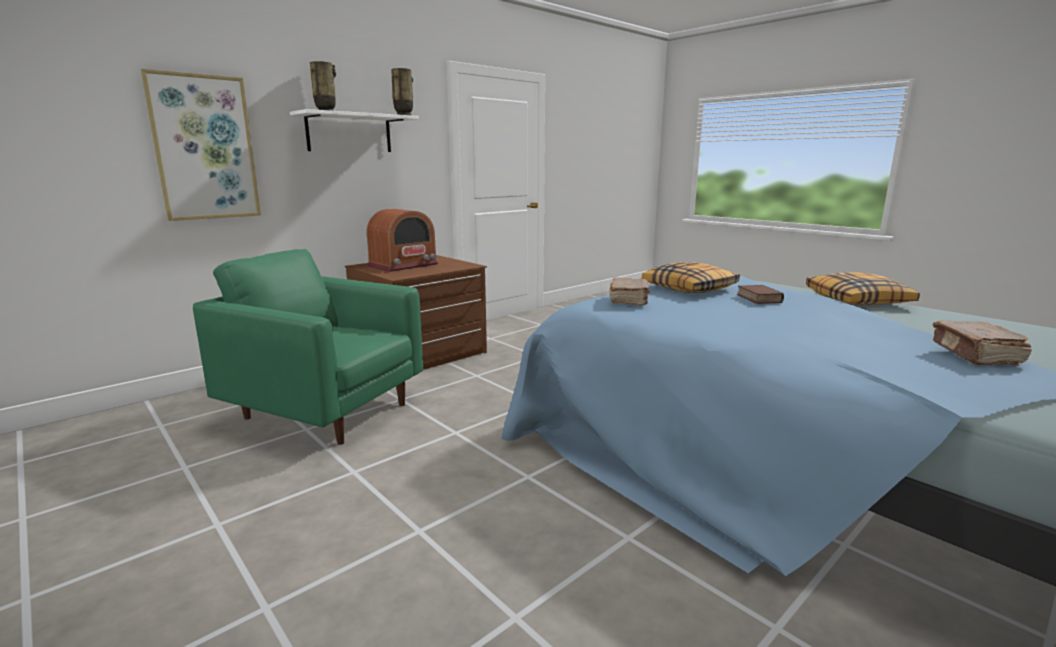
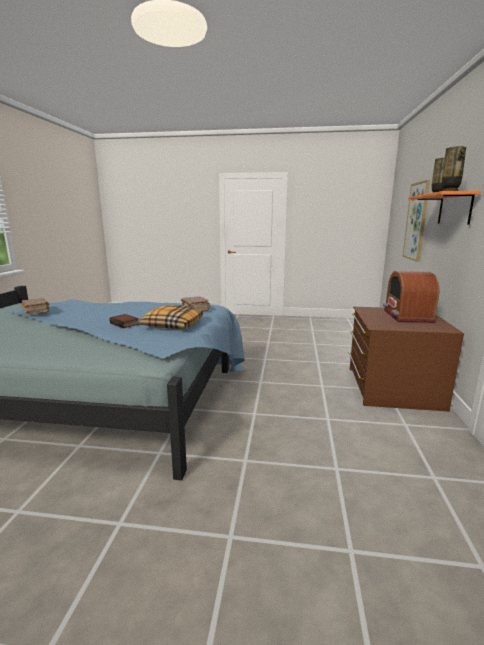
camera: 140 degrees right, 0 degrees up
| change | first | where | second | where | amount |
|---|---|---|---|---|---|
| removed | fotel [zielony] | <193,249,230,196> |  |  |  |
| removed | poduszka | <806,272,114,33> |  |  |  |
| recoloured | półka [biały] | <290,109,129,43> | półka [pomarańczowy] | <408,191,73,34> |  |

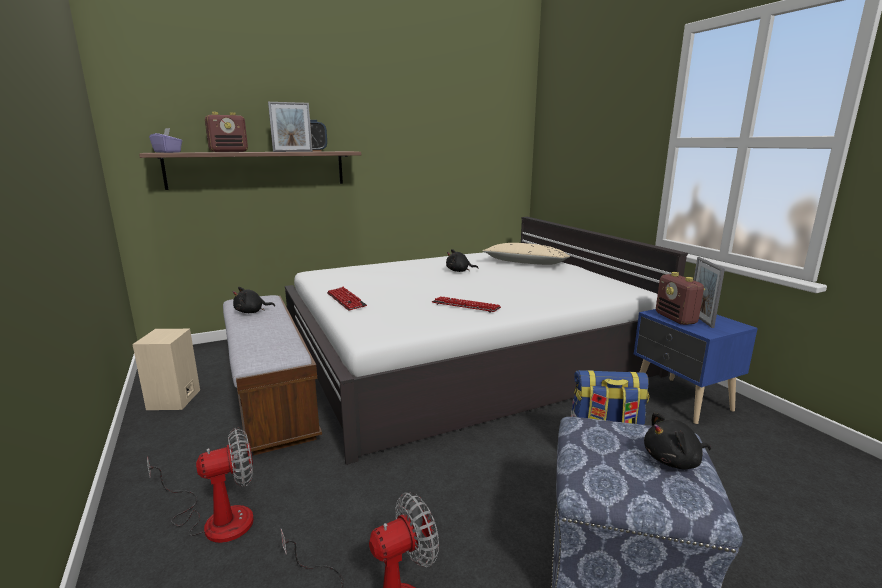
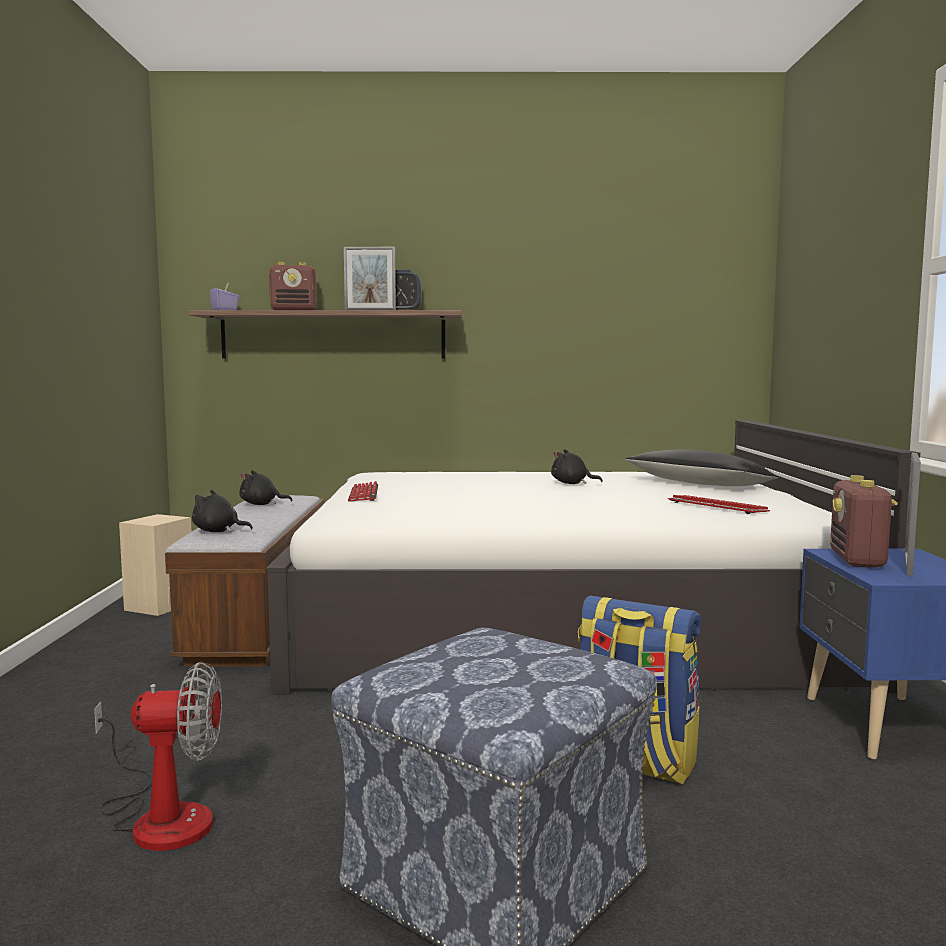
camera: 25 degrees right, 10 degrees down
| change | first | where | second | where | amount |
|---|---|---|---|---|---|
| removed | wentylator | <147,428,107,115> |  |  |  |
| moved | klawiatura | <432,296,69,17> |  | <668,495,102,19> |  |
| moved | pluszak [czarny] | <644,412,67,57> |  | <192,490,61,42> |  |
| recoloured | poduszka [beżowy] | <482,243,88,22> | poduszka [czarny] | <625,449,154,37> |  |

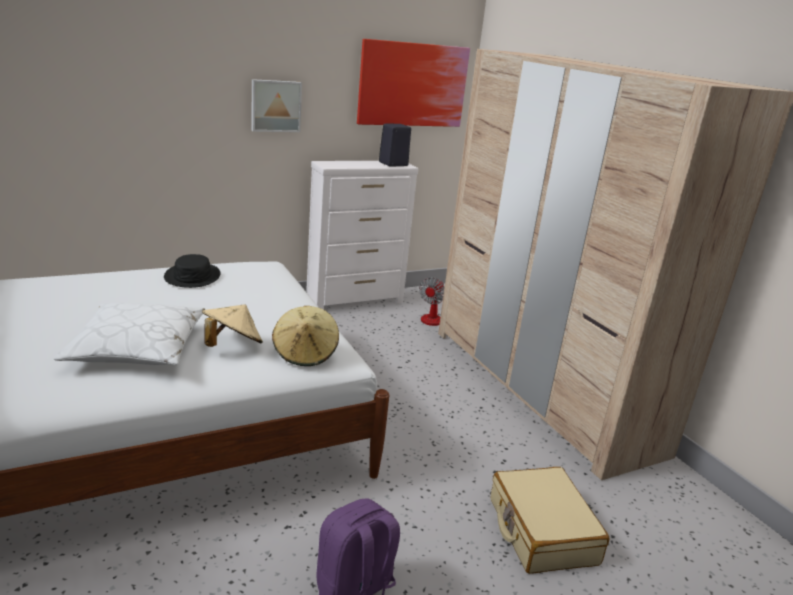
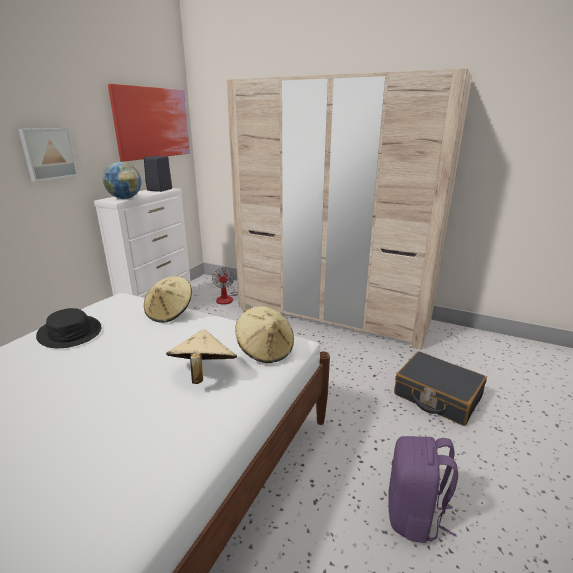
camera: 35 degrees left, 0 degrees up
| change | first | where | second | where | amount |
|---|---|---|---|---|---|
| removed | poduszka [biały] | <53,303,152,62> |  |  |  |
| added |  |  | globus | <102,162,40,37> |  |
| added |  |  | kapelusz [beżowy] | <144,276,48,47> |  |
| recoloured | walizka [beżowy] | <490,467,119,107> | walizka [czarny] | <394,351,93,75> |  |

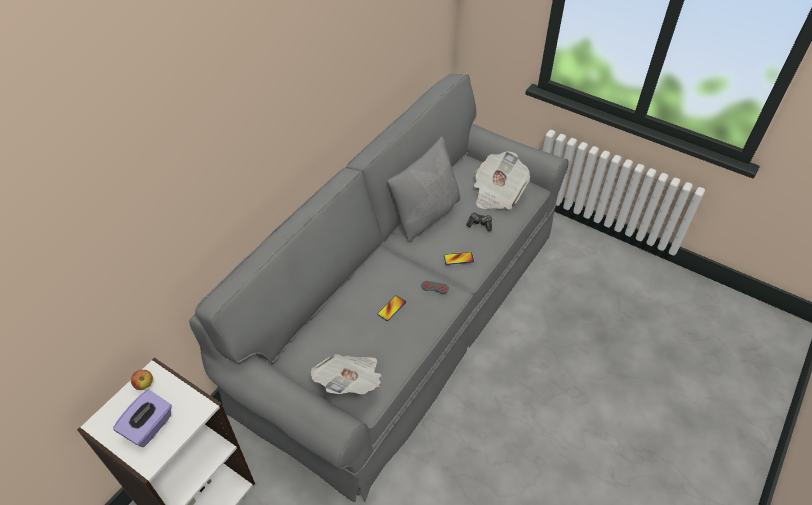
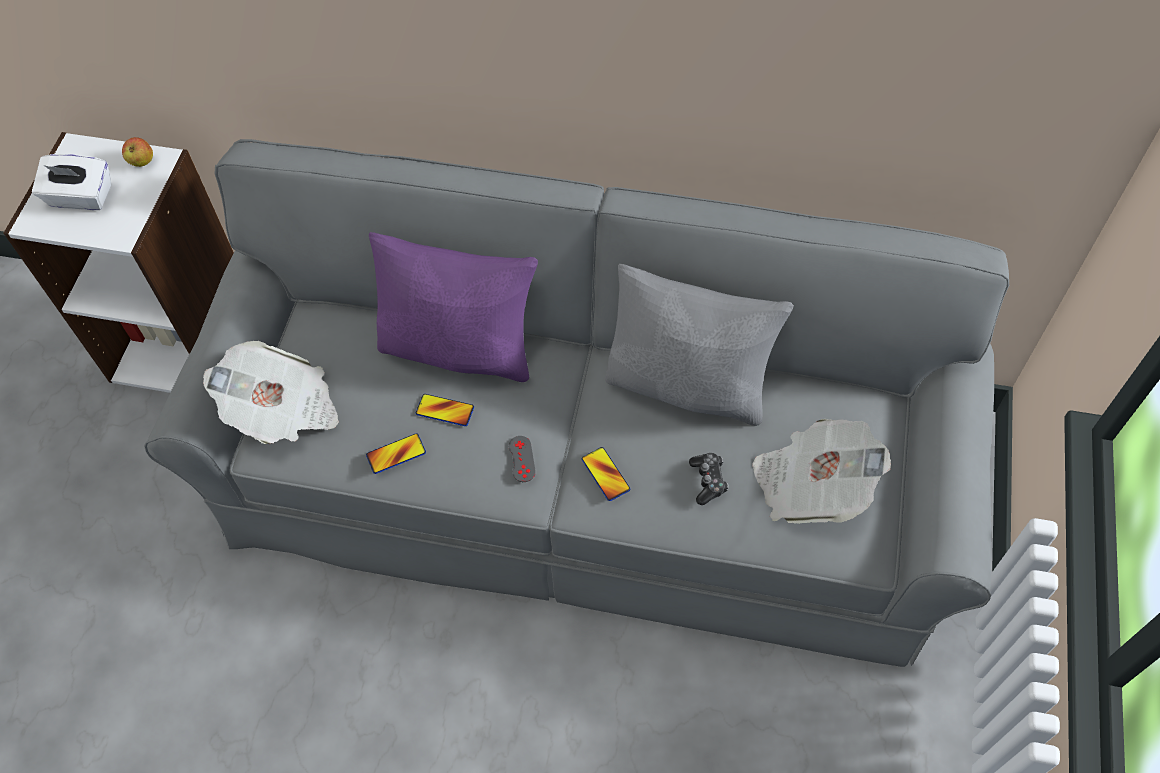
camera: 70 degrees right, 10 degrees up
| change | first | where | second | where | amount |
|---|---|---|---|---|---|
| added |  |  | telefon | <366,433,60,41> |  |
| added |  |  | poduszka [fioletowy] | <369,232,169,150> |  |
| recoloured | pudełko chusteczek [fioletowy] | <113,389,59,58> | pudełko chusteczek [biały] | <32,154,79,56> |  |

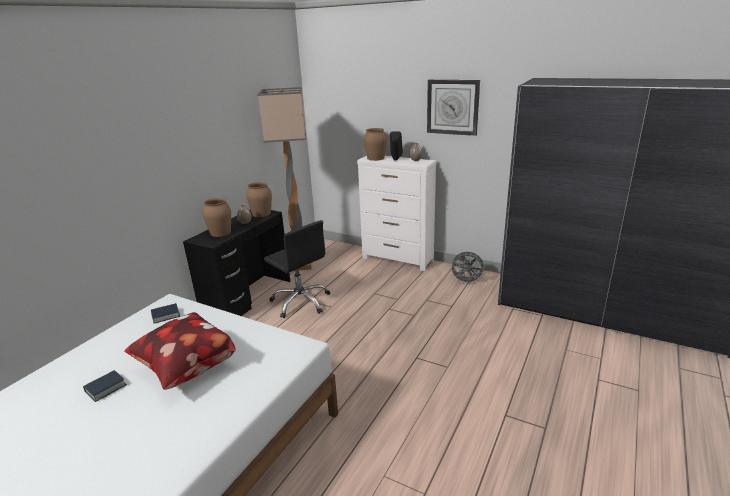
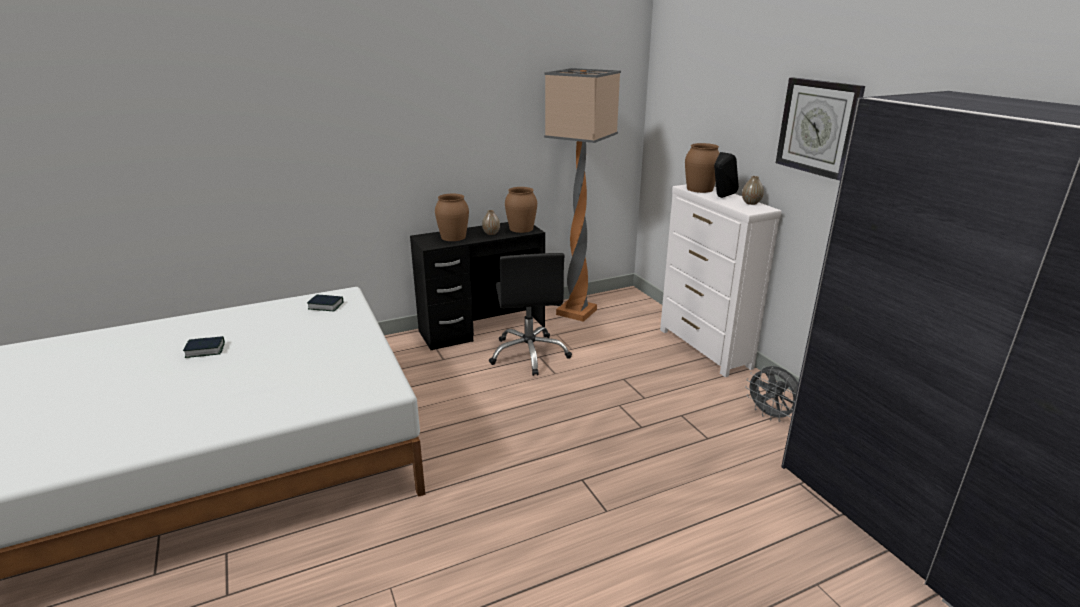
camera: 35 degrees right, 0 degrees up
| change | first | where | second | where | amount |
|---|---|---|---|---|---|
| removed | poduszka | <124,312,112,78> |  |  |  |

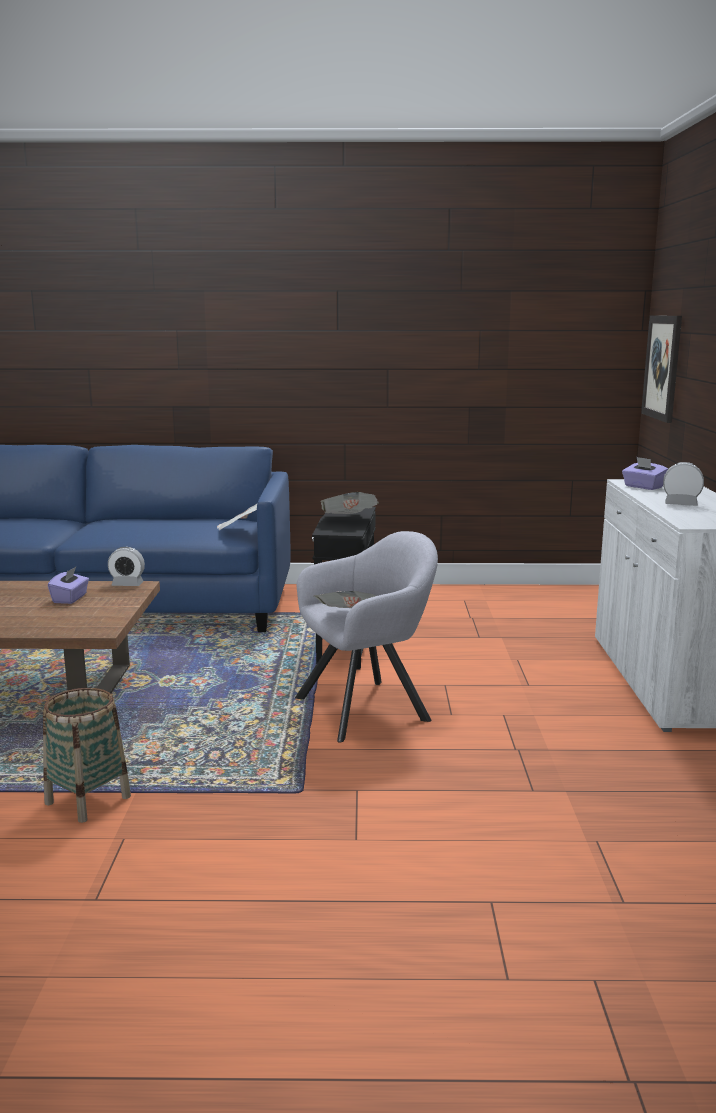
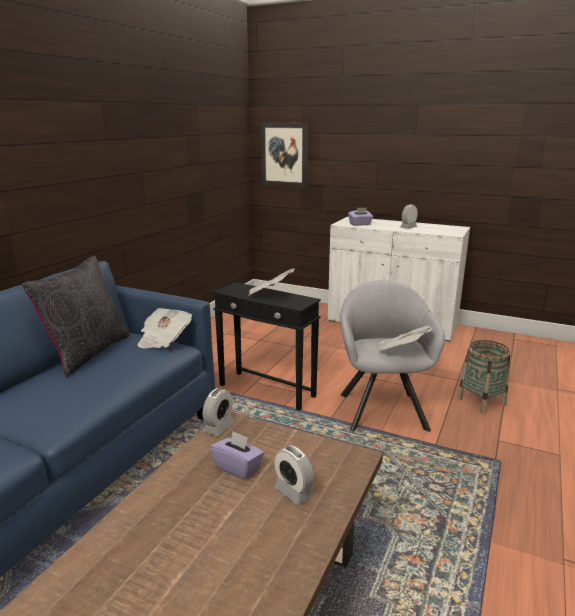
camera: 65 degrees left, 5 degrees up
| change | first | where | second | where | amount |
|---|---|---|---|---|---|
| added |  |  | poduszka [czarny] | <22,256,108,121> |  |
| added |  |  | budzik | <274,446,40,59> |  |
| moved | koszyk | <43,688,88,135> |  | <457,340,53,74> |  |

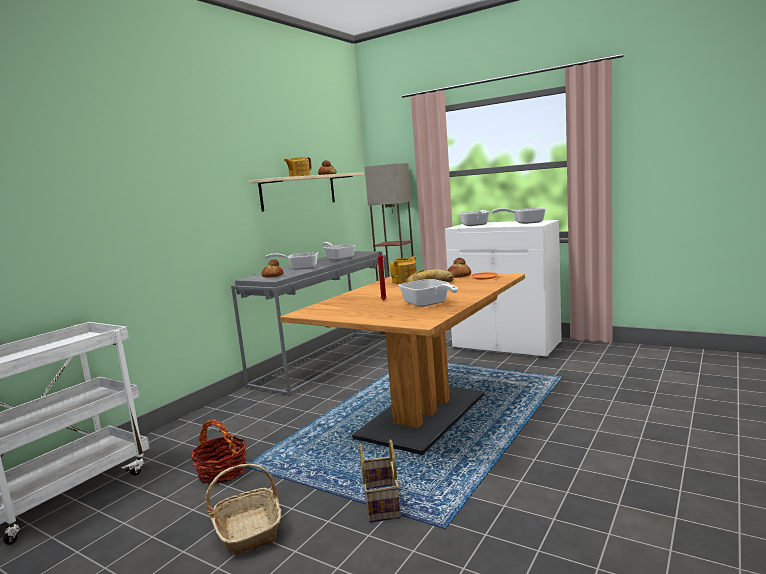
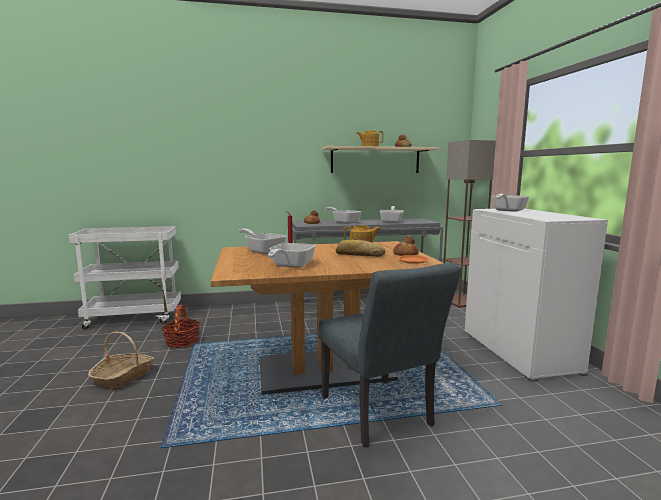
camera: 45 degrees right, 0 degrees up
| change | first | where | second | where | amount |
|---|---|---|---|---|---|
| removed | koszyk | <359,439,42,84> |  |  |  |
| added |  |  | krzesło [szary] | <319,262,142,185> |  |
| moved | patelnia | <492,208,54,16> |  | <238,229,49,25> |  |

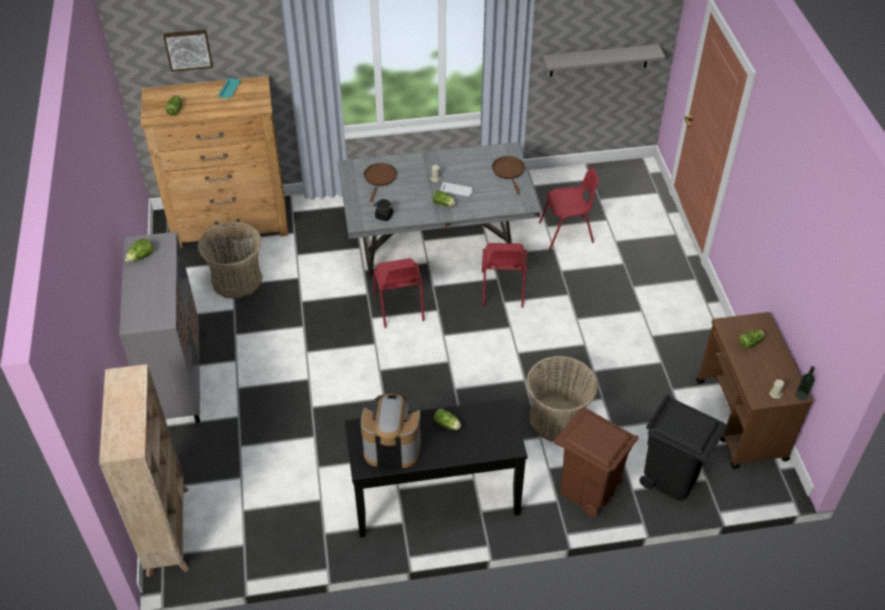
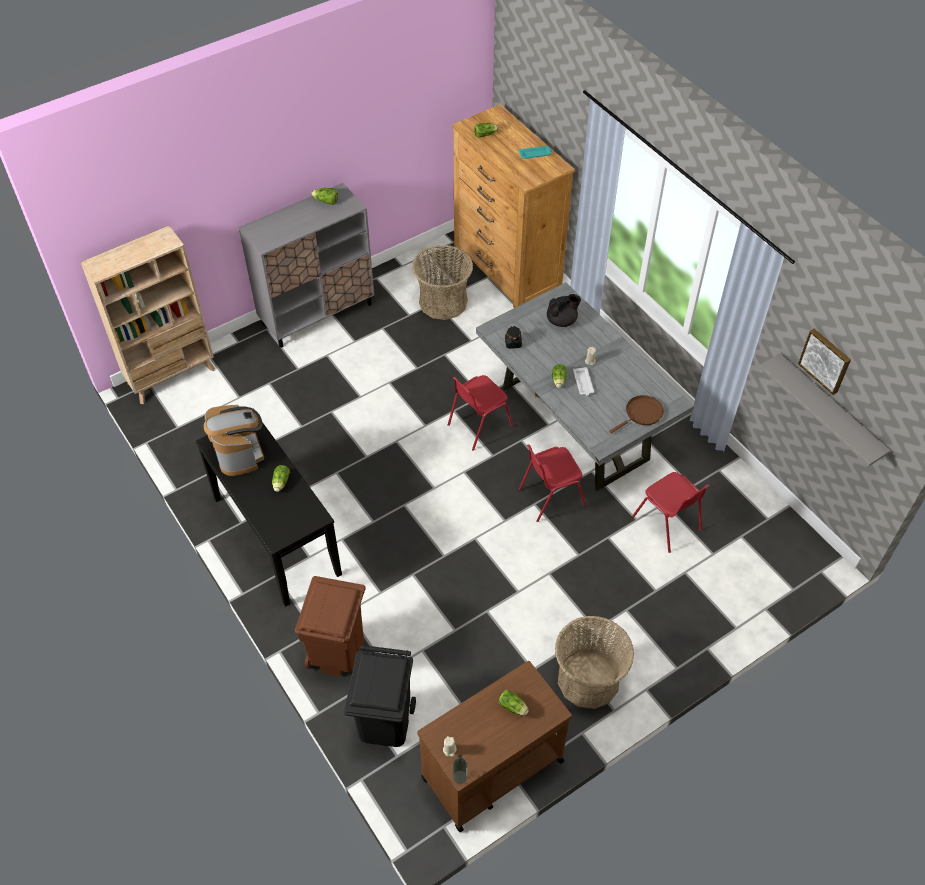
camera: 65 degrees right, 5 degrees up
| change | first | where | second | where | amount |
|---|---|---|---|---|---|
| moved | obraz | <163,30,50,42> |  | <798,329,53,66> |  |
| moved | koszyk | <526,356,72,85> |  | <555,616,79,93> |  |
| replaced | patelnia [brązowy] | <364,163,33,39> | imbryk [czarny] | <547,294,34,33> |  |

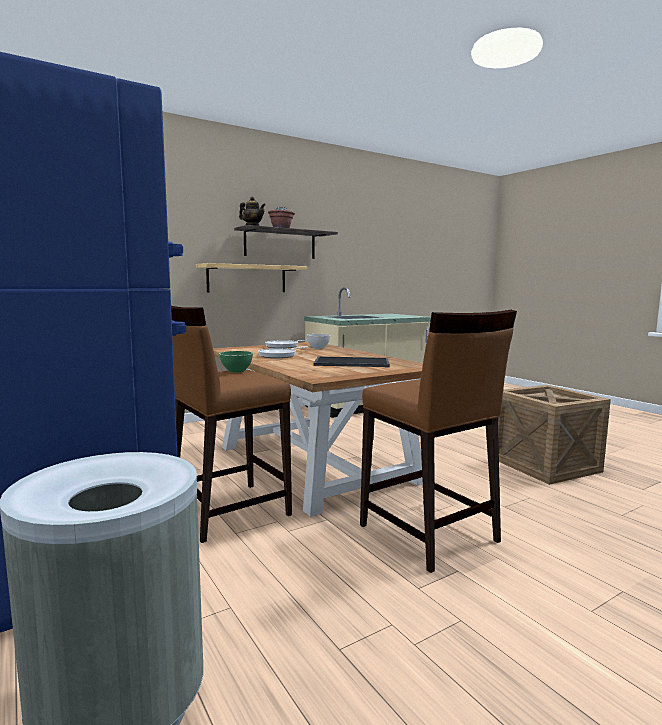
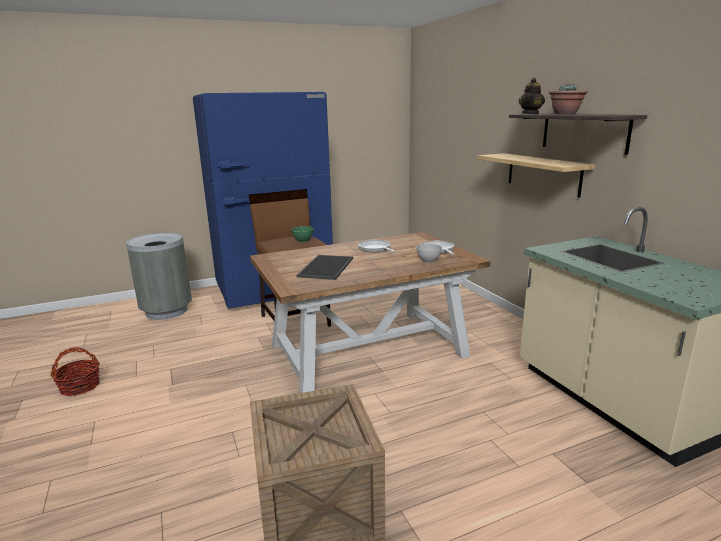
camera: 100 degrees right, 10 degrees up
| change | first | where | second | where | amount |
|---|---|---|---|---|---|
| removed | stołek [brązowy] | <360,310,157,263> |  |  |  |
| added |  |  | koszyk | <50,347,50,49> |  |

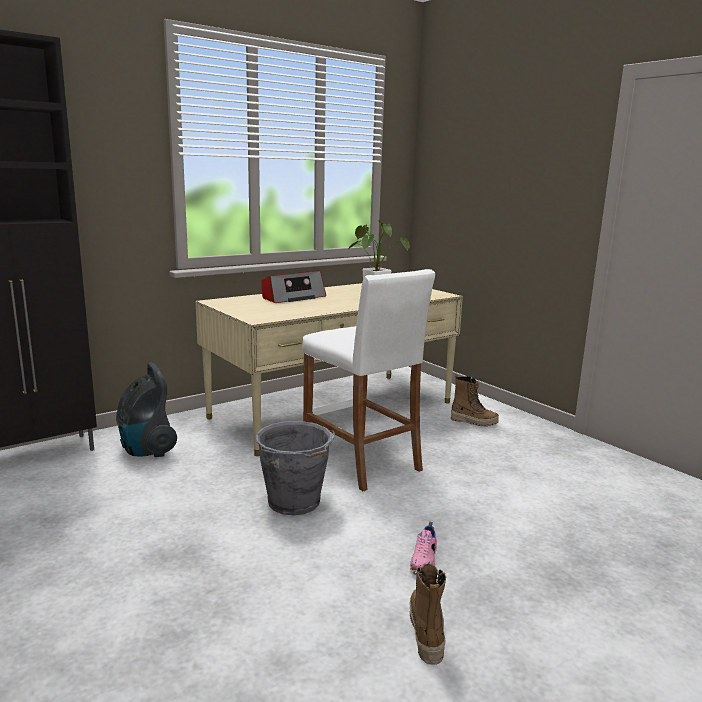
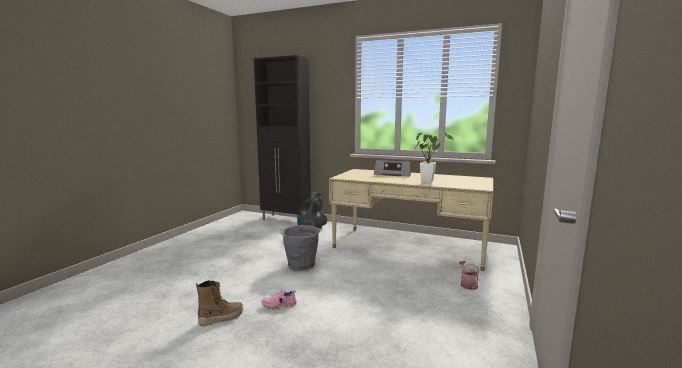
camera: 60 degrees right, 5 degrees down
| change | first | where | second | where | amount |
|---|---|---|---|---|---|
| removed | stołek [biały] | <302,269,133,222> |  |  |  |
| replaced | but z cholewką | <450,374,49,53> | konewka | <459,261,20,29> |  |

